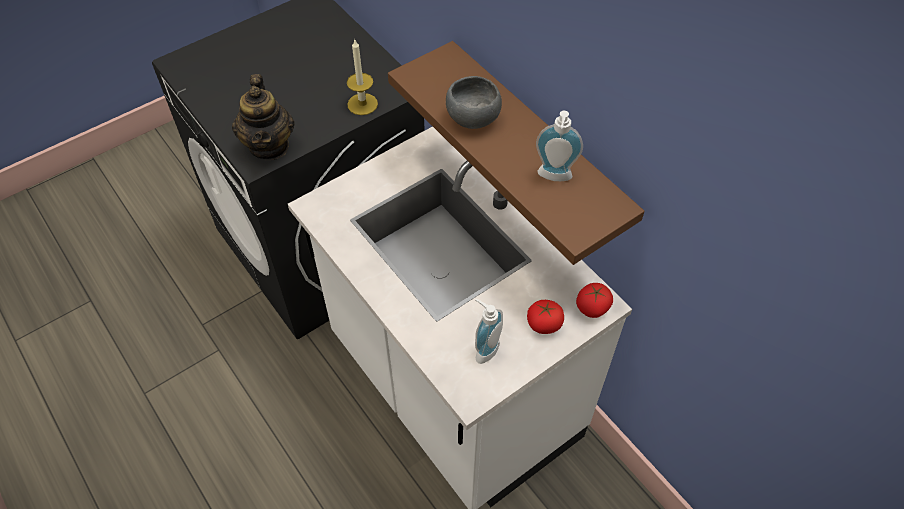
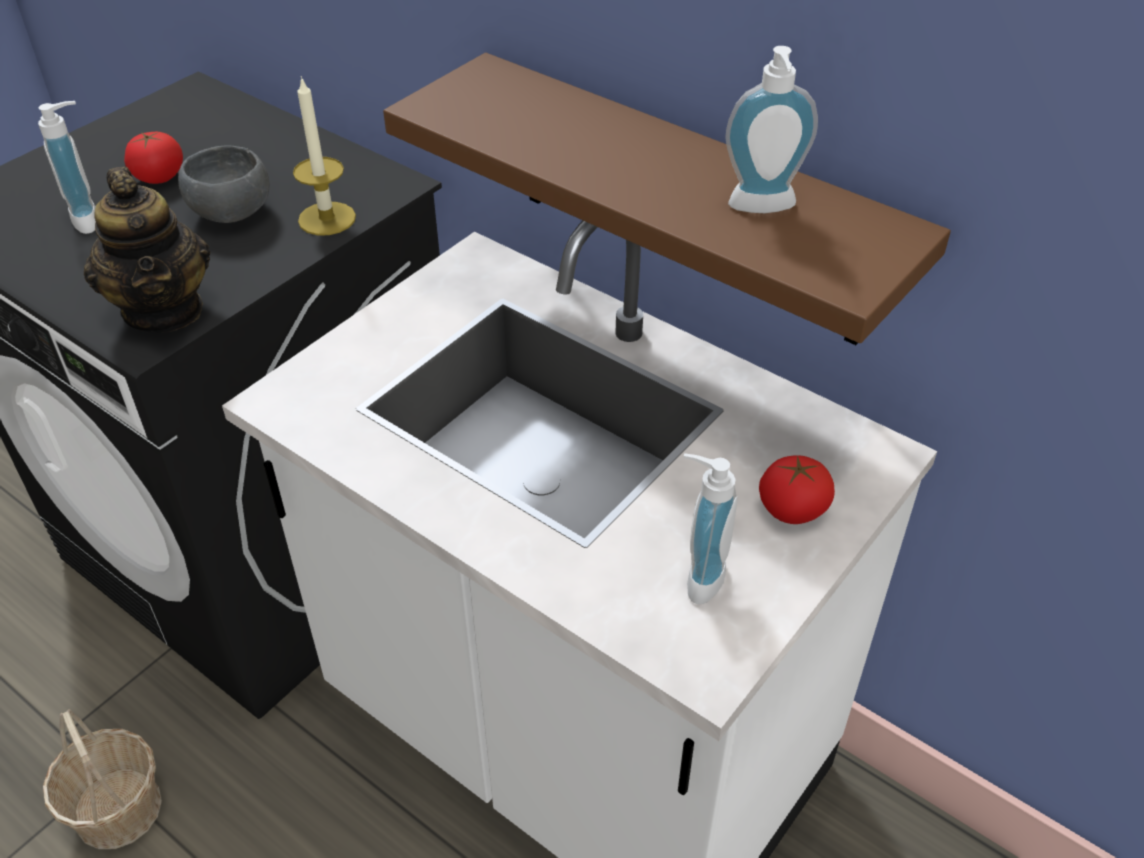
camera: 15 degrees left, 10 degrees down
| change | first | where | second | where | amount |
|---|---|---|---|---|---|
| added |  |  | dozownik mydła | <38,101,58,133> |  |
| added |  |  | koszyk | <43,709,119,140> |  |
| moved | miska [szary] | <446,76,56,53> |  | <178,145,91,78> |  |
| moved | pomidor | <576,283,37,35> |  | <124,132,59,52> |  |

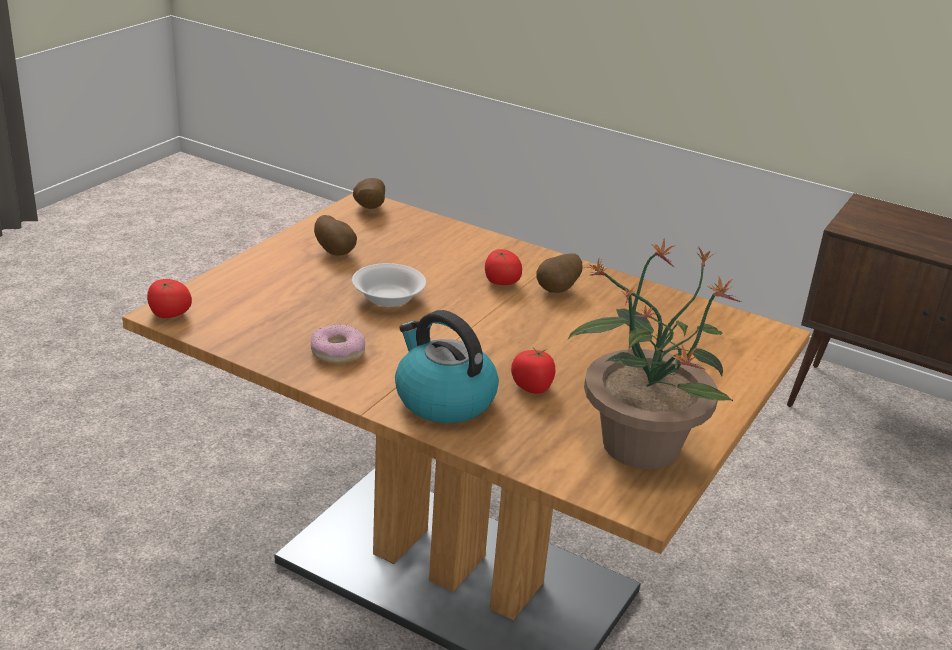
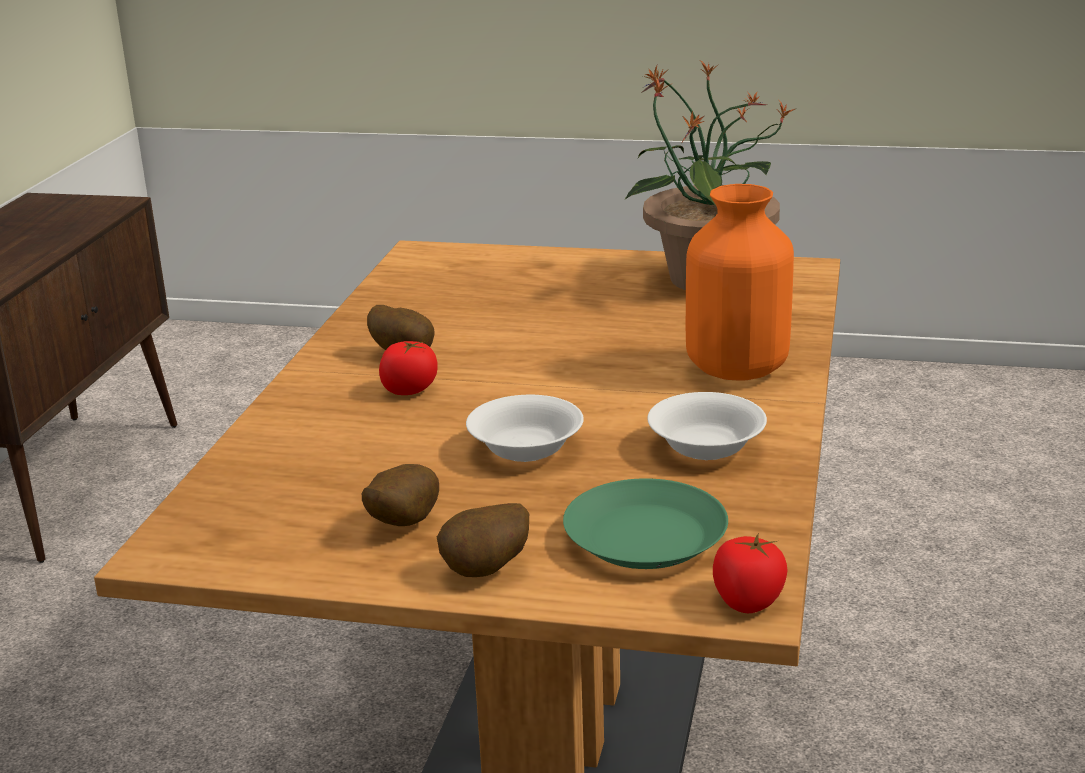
camera: 105 degrees left, 5 degrees down
| change | first | where | second | where | amount |
|---|---|---|---|---|---|
| removed | pomidor | <511,348,44,46> |  |  |  |
| added |  |  | talerz [zielony] | <563,478,165,91> |  |
| moved | ziemniak | <353,178,32,31> |  | <437,503,92,74> |  |
| replaced | donut | <311,324,54,40> | miska [biały] | <647,392,120,68> |  |
| replaced | czajnik | <395,310,104,113> | wazon [pomarańczowy] | <686,184,108,197> |  |

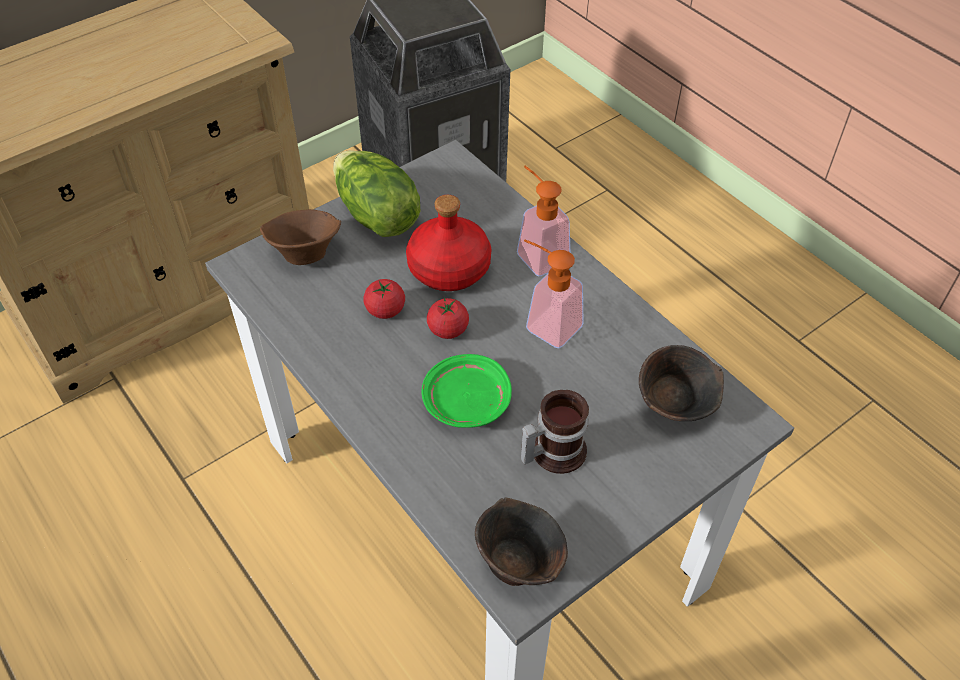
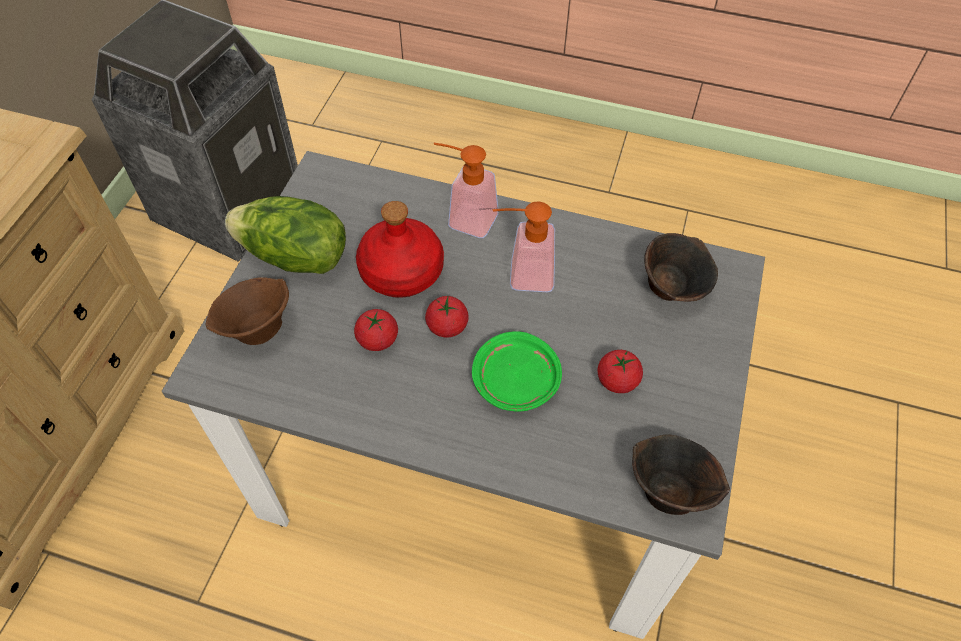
camera: 35 degrees left, 5 degrees up
| change | first | where | second | where | amount |
|---|---|---|---|---|---|
| replaced | kubek | <521,390,68,84> | pomidor | <597,350,46,43> |  |

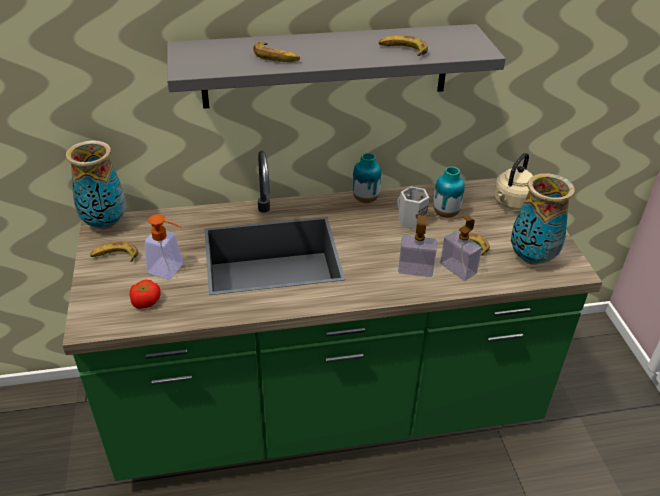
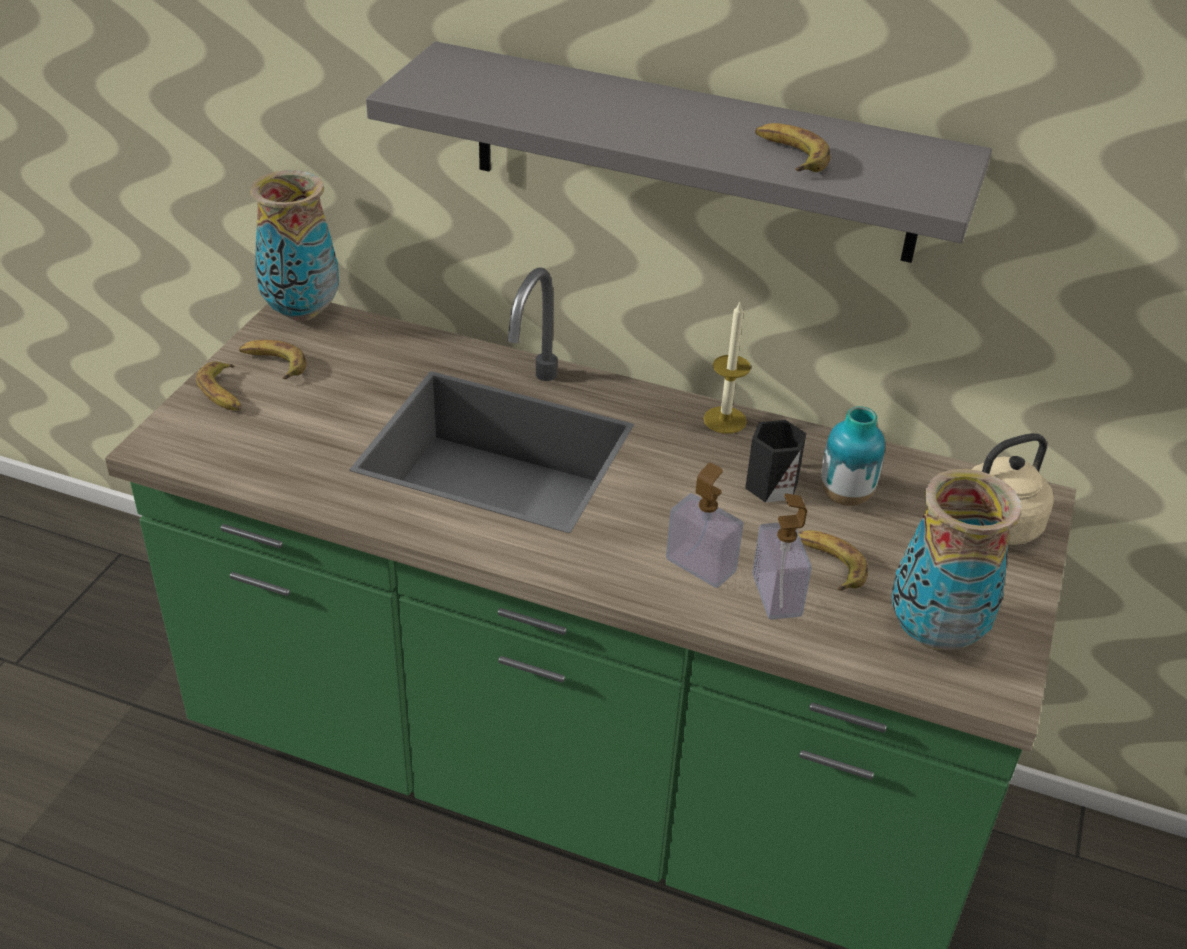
camera: 30 degrees right, 0 degrees up
| change | first | where | second | where | amount |
|---|---|---|---|---|---|
| removed | pomidor | <130,280,31,29> |  |  |  |
| removed | dozownik mydła | <145,214,38,65> |  |  |  |
| moved | banan | <253,42,47,20> |  | <196,362,46,49> |  |
| replaced | wazon | <352,153,29,50> | świeca | <703,301,48,133> |  |
| recoloured | kubek [biały] | <397,187,32,43> | kubek [czarny] | <745,420,61,83> |  |

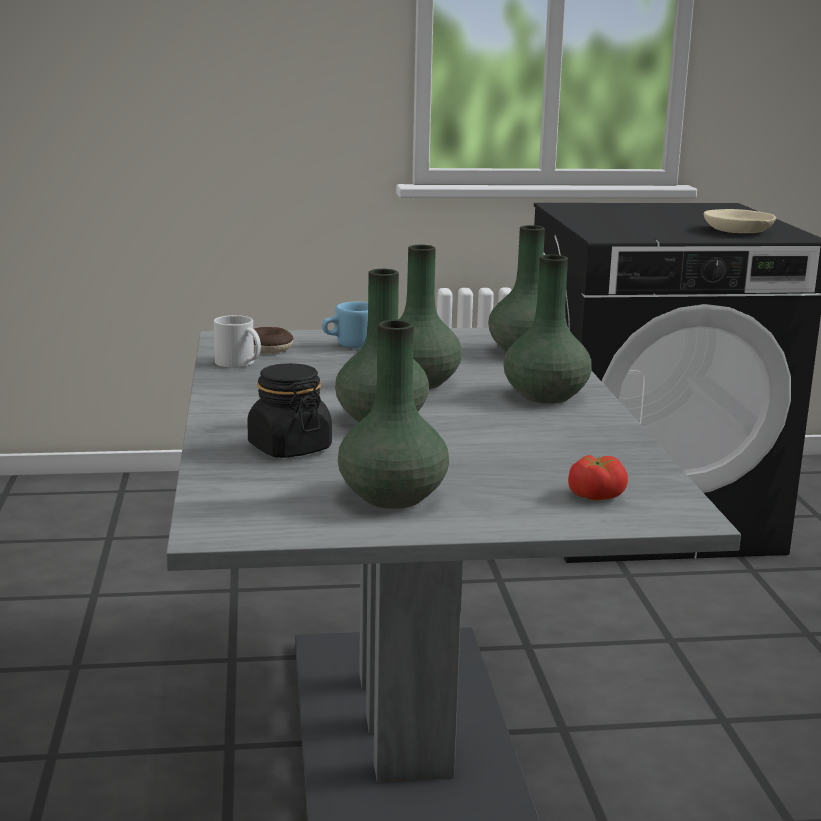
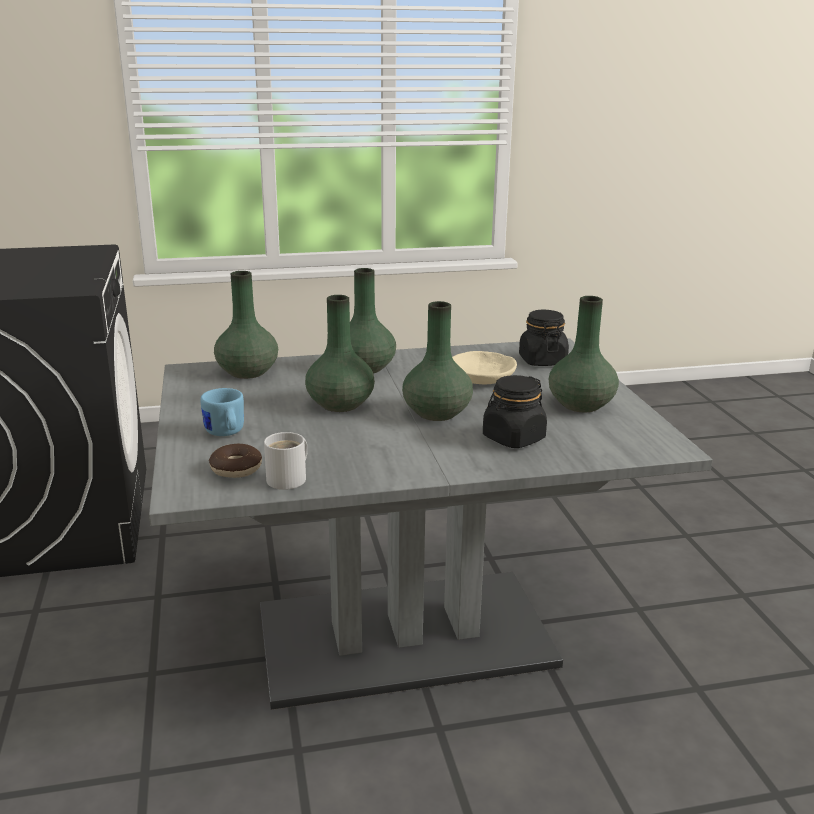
camera: 95 degrees left, 5 degrees up
| change | first | where | second | where | amount |
|---|---|---|---|---|---|
| moved | miska [beżowy] | <704,209,72,24> |  | <452,351,65,33> |  |
| replaced | pomidor | <568,455,60,46> | słoik [czarny] | <519,310,50,56> |  |

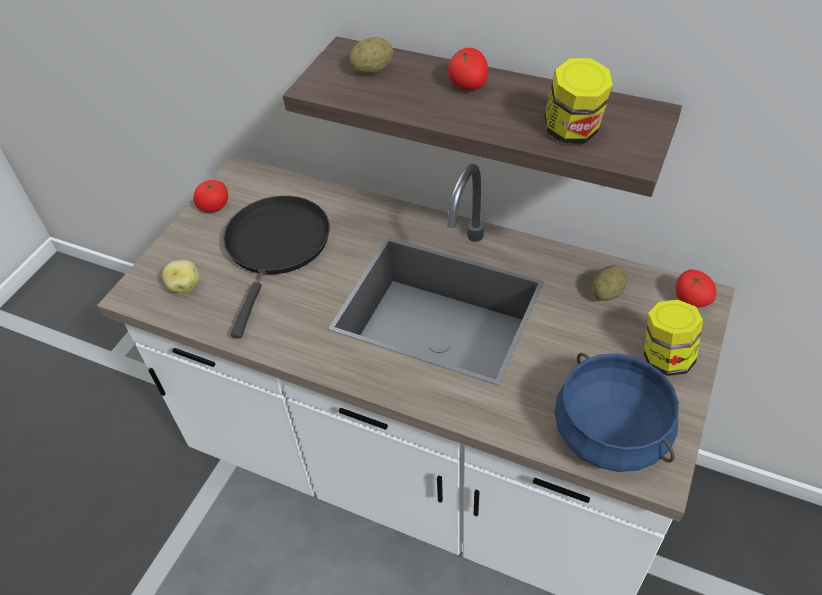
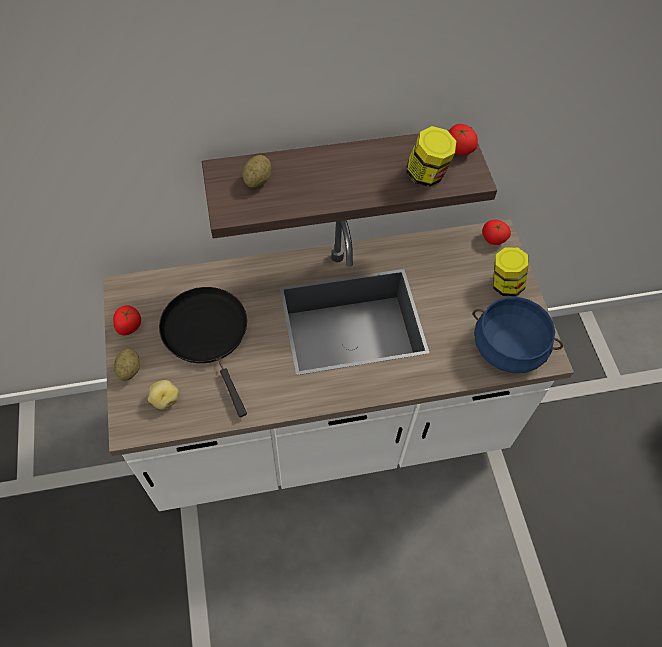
camera: 40 degrees left, 10 degrees up
| change | first | where | second | where | amount |
|---|---|---|---|---|---|
| moved | pomidor | <448,48,40,42> |  | <449,124,29,31> |  |
| moved | ziemniak | <592,265,35,36> |  | <114,349,26,32> |  |

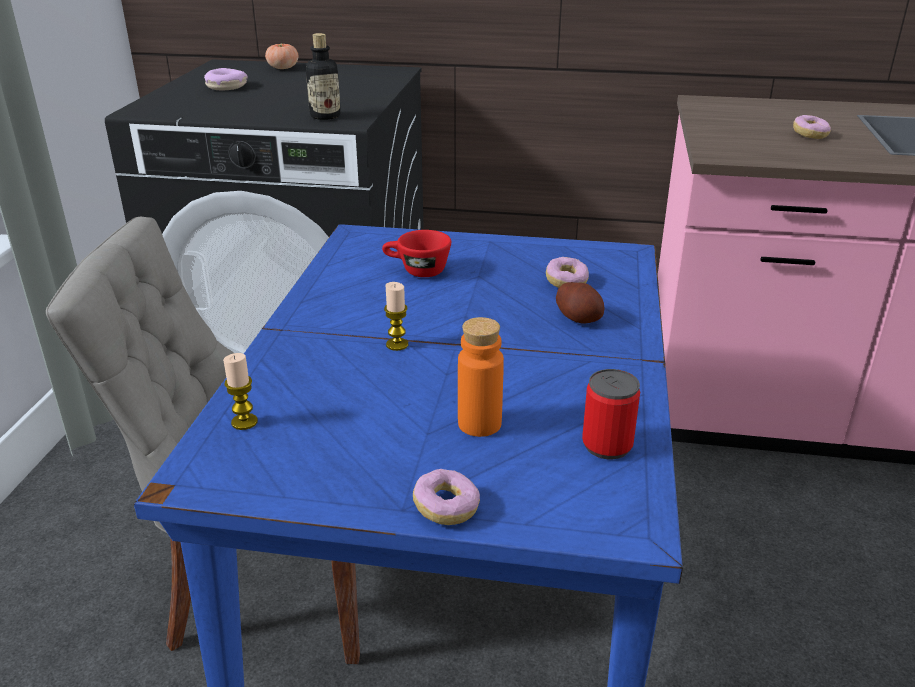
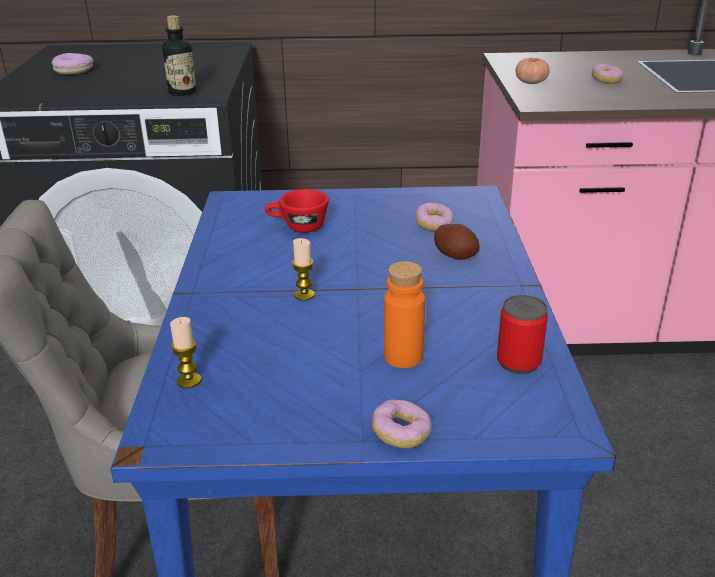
camera: 10 degrees left, 0 degrees up
| change | first | where | second | where | amount |
|---|---|---|---|---|---|
| moved | pomidor | <265,43,34,26> |  | <515,58,35,26> |  |

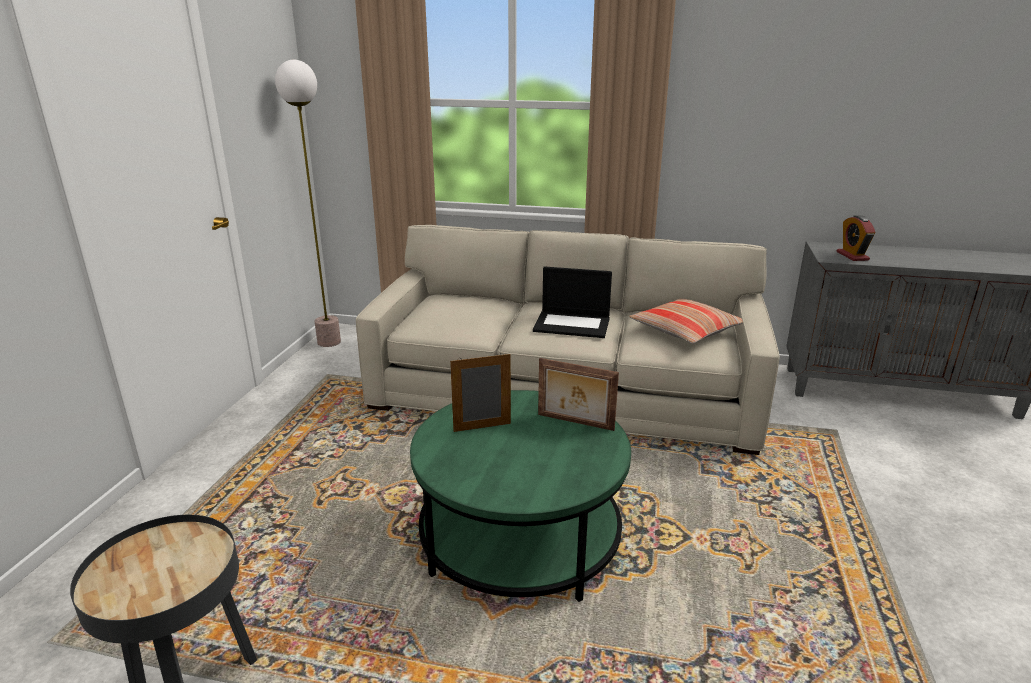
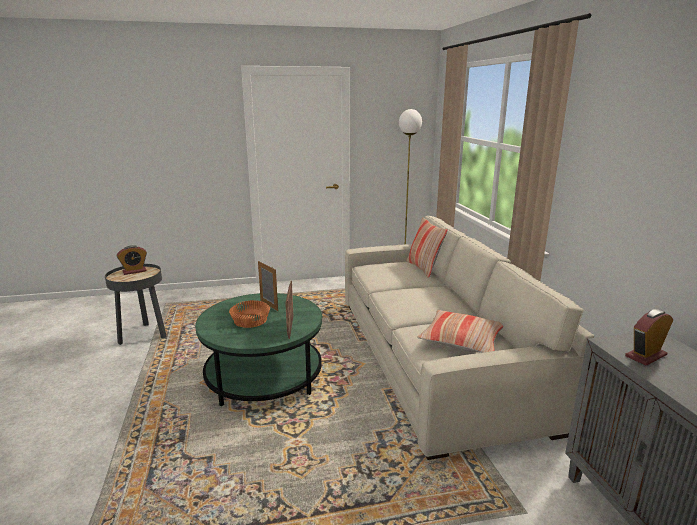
camera: 65 degrees right, 5 degrees down
| change | first | where | second | where | amount |
|---|---|---|---|---|---|
| removed | laptop | <533,266,79,72> |  |  |  |
| added |  |  | budzik | <117,245,30,30> |  |
| added |  |  | miska [pomarańczowy] | <229,300,41,28> |  |
| added |  |  | poduszka | <406,217,42,61> |  |

